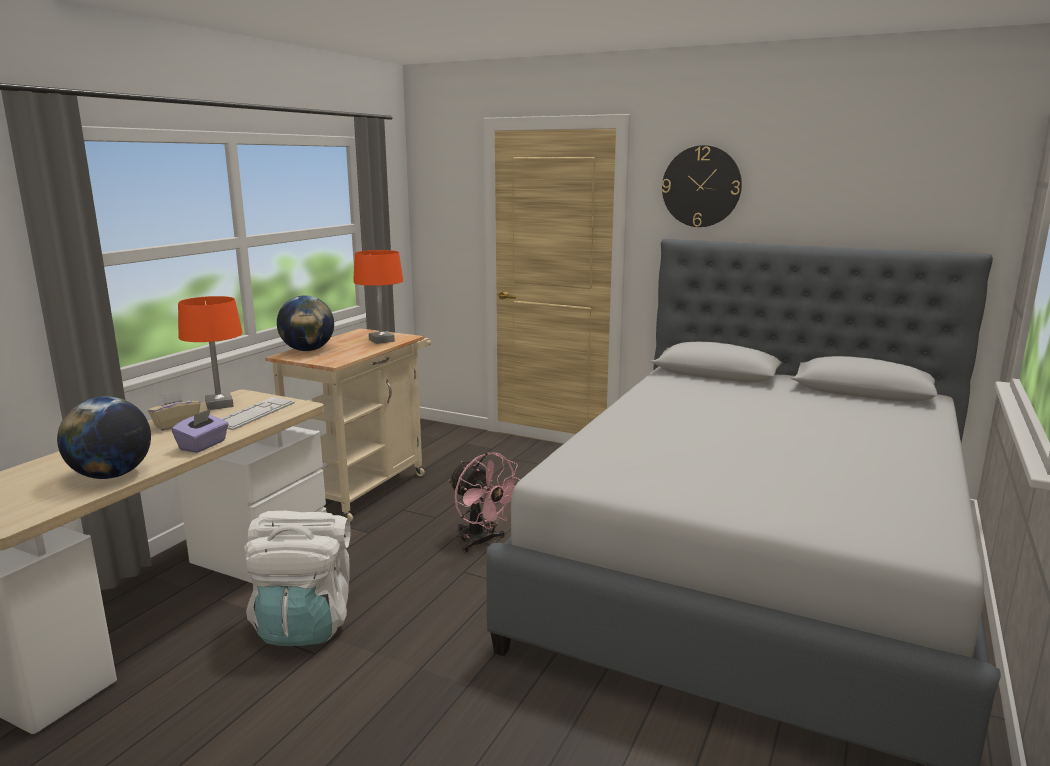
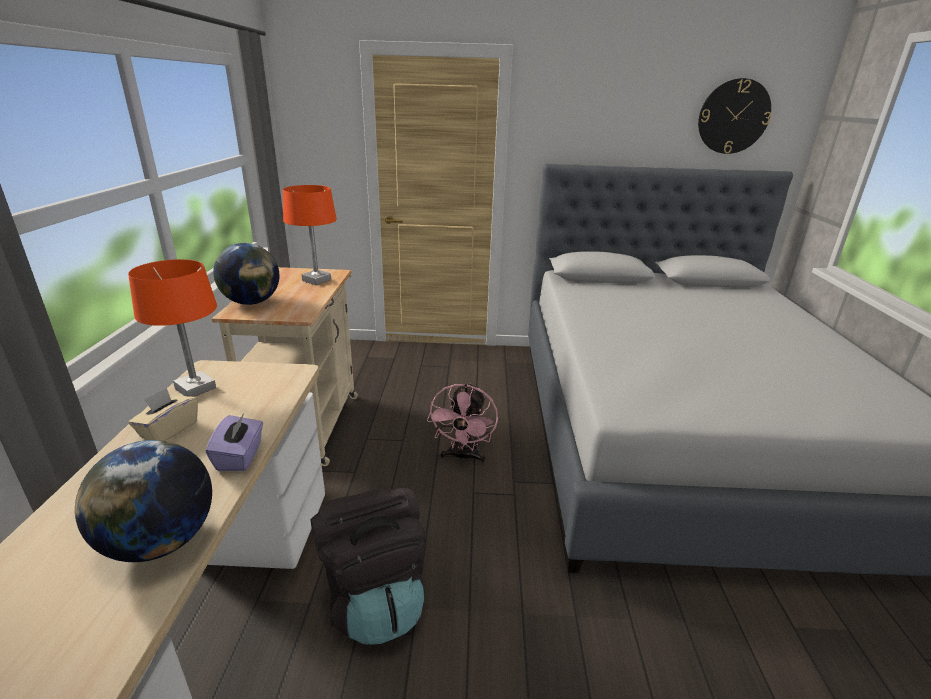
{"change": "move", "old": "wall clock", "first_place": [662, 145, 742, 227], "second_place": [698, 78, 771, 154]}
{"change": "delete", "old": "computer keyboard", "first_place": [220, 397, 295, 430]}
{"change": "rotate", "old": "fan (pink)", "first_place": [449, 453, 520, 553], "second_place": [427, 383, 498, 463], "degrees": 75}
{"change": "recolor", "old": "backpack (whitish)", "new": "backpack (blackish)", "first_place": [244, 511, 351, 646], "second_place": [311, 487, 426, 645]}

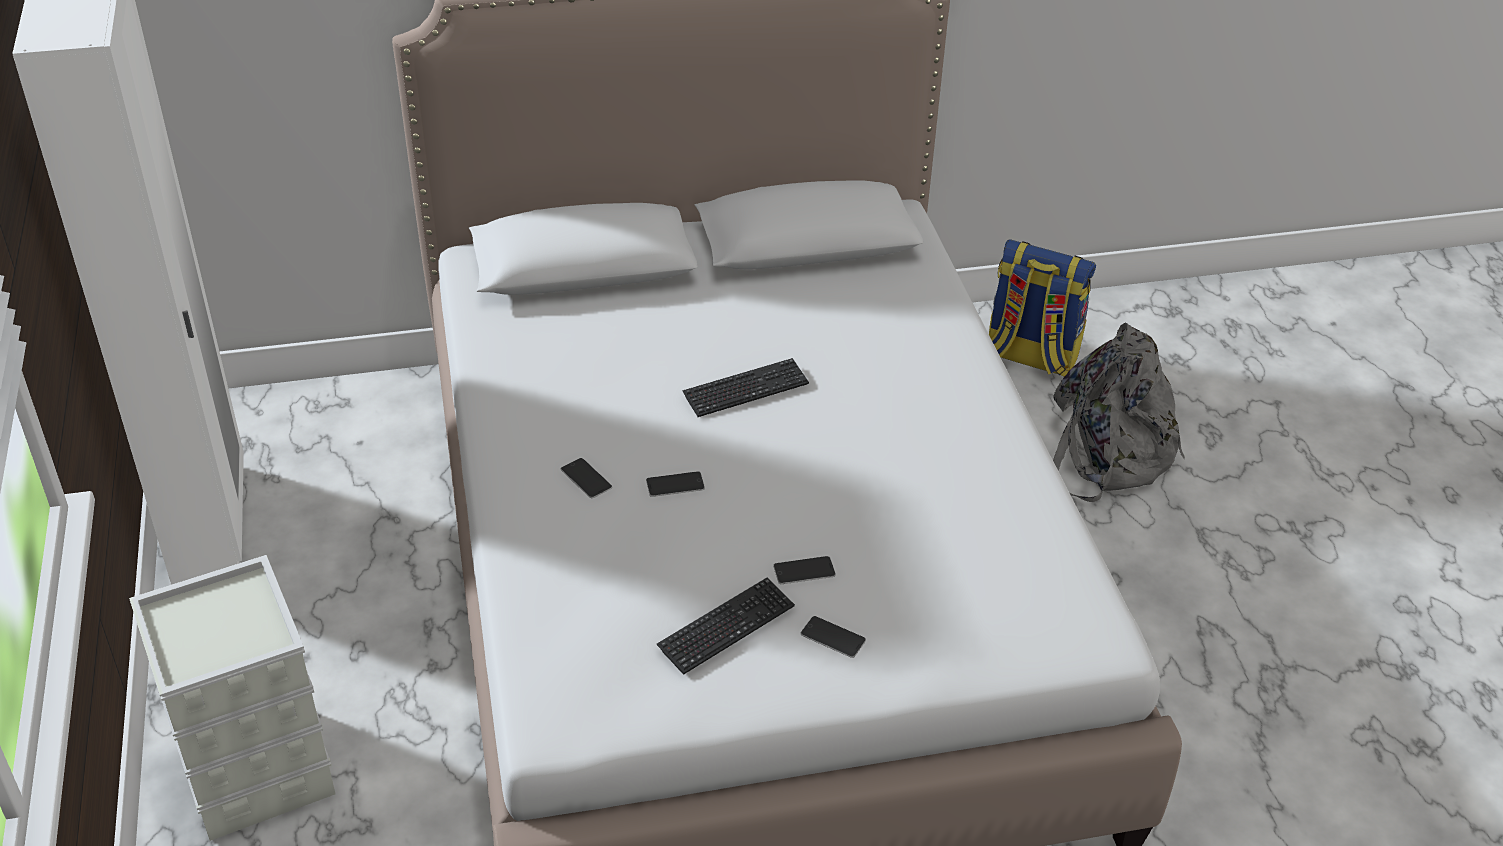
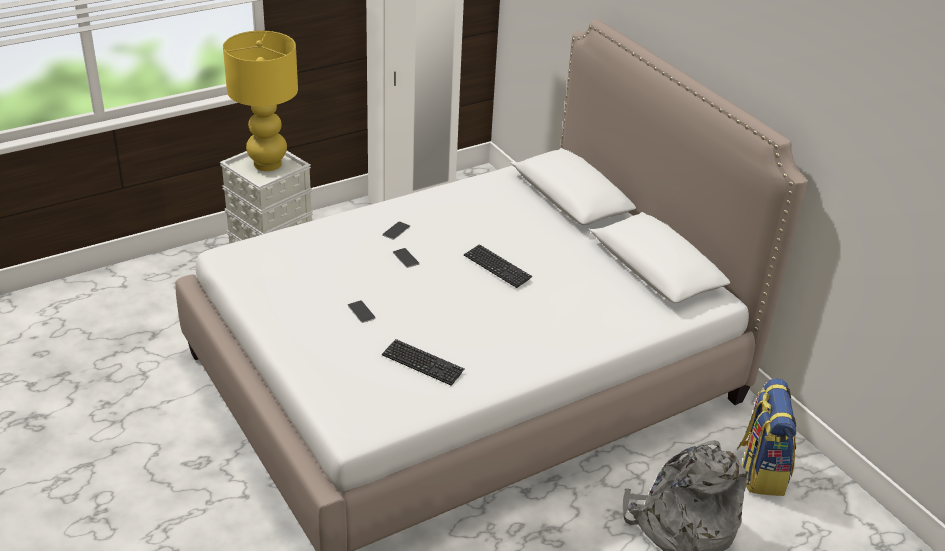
{"change": "move", "old": "computer keyboard", "first_place": [656, 578, 795, 675], "second_place": [382, 339, 464, 386]}
{"change": "delete", "old": "handset", "first_place": [800, 616, 866, 658]}
{"change": "insert", "new": "tabletop lamp (yellow-coloured)", "second_place": [223, 31, 298, 171]}

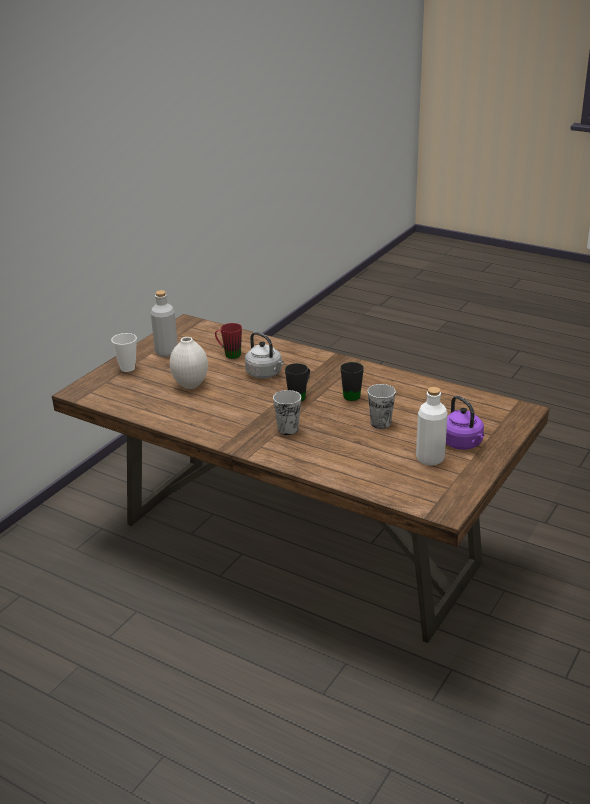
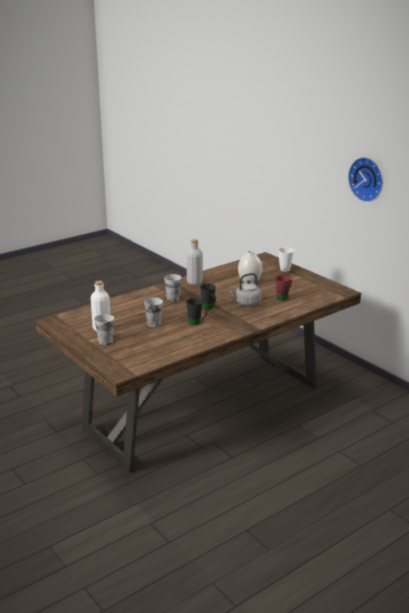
{"change": "move", "old": "beverage bottle (grey)", "first_place": [151, 290, 178, 357], "second_place": [187, 239, 203, 285]}
{"change": "replace", "old": "kettle (purple)", "new": "cup", "first_place": [446, 395, 484, 450], "second_place": [95, 314, 114, 345]}
{"change": "insert", "new": "wall clock", "second_place": [348, 157, 383, 202]}

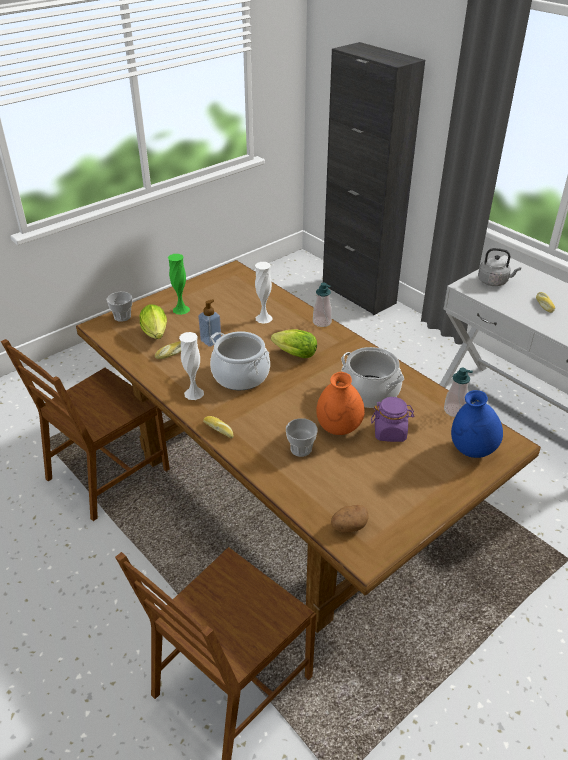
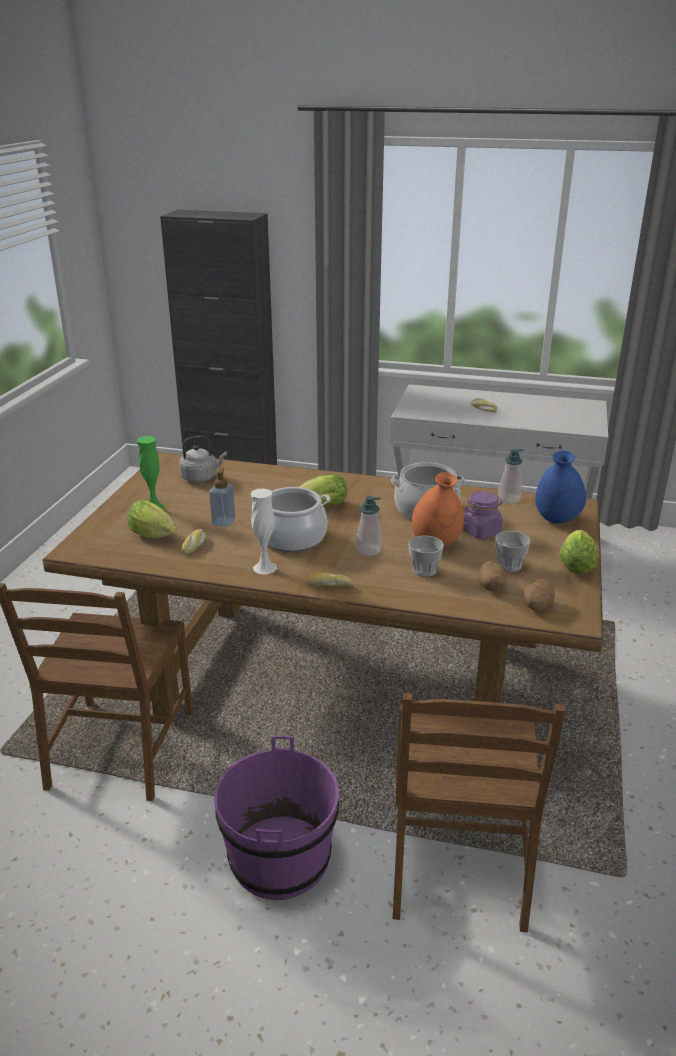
{"change": "move", "old": "kettle (grey)", "first_place": [478, 248, 521, 286], "second_place": [179, 436, 227, 483]}
{"change": "delete", "old": "decorative vase (whitish)", "first_place": [255, 262, 272, 324]}
{"change": "move", "old": "soap bottle", "first_place": [313, 283, 332, 327], "second_place": [356, 496, 382, 556]}
{"change": "move", "old": "cup", "first_place": [107, 292, 132, 322], "second_place": [495, 531, 531, 572]}
{"change": "insert", "new": "lettuce head", "second_place": [559, 530, 597, 574]}
{"change": "insert", "new": "whole potato", "second_place": [479, 561, 507, 591]}
{"change": "insert", "new": "water bucket (purple)", "second_place": [214, 735, 339, 900]}

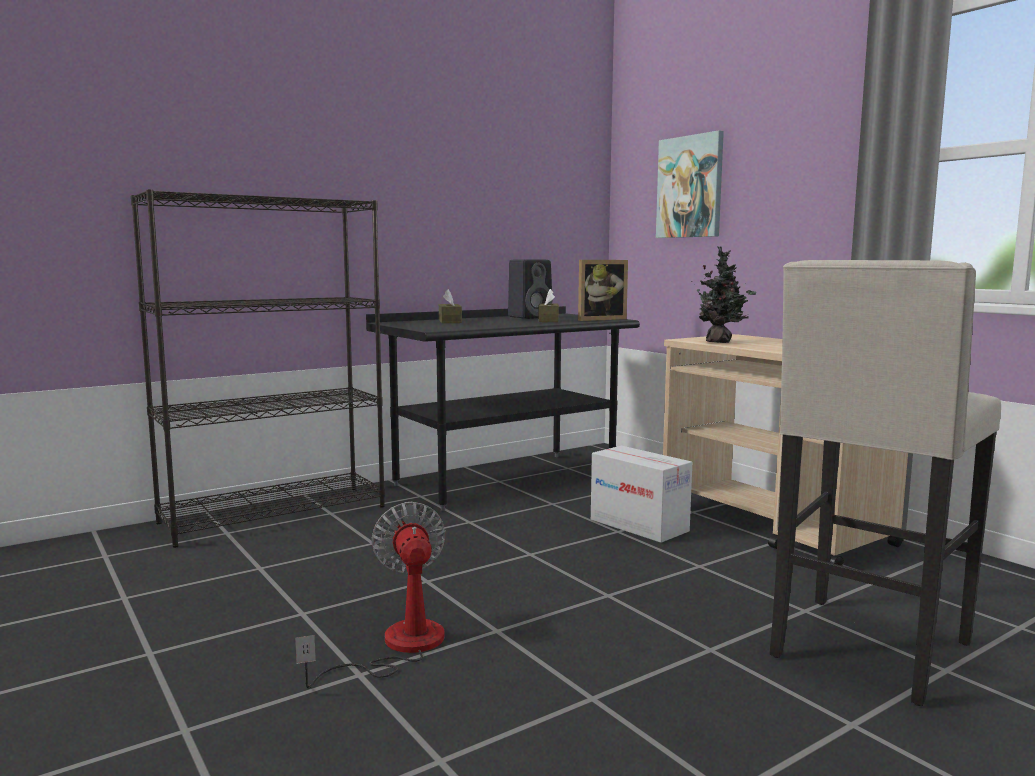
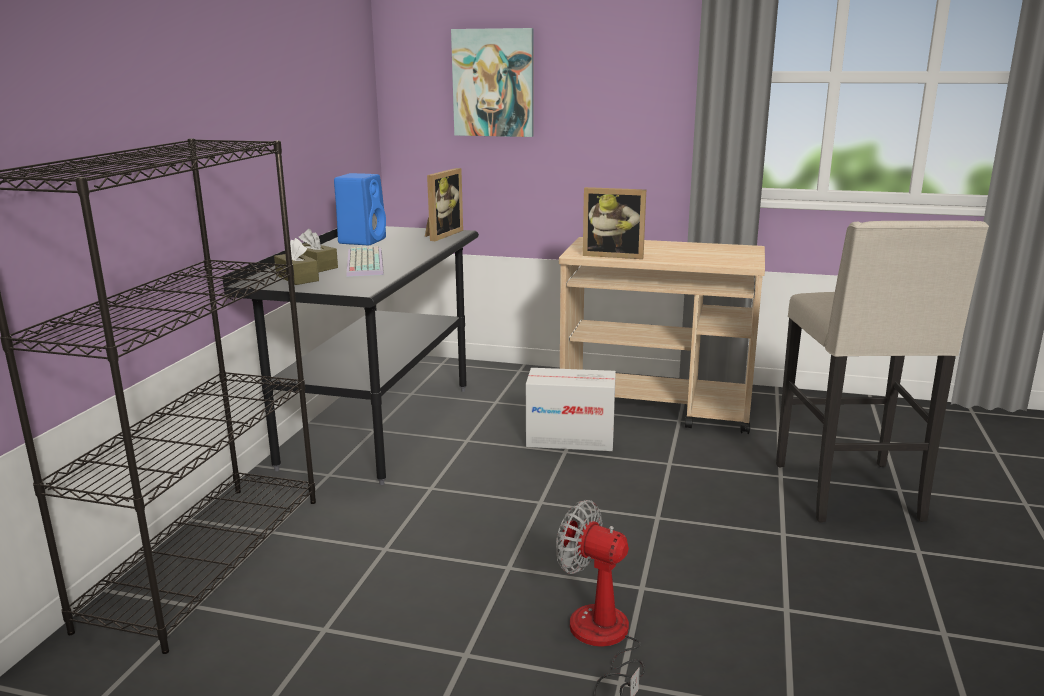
{"change": "replace", "old": "potted plant", "new": "photo frame", "first_place": [691, 246, 756, 343], "second_place": [583, 187, 646, 259]}
{"change": "recolor", "old": "loudspeaker (blackish)", "new": "loudspeaker (bluish)", "first_place": [508, 260, 552, 319], "second_place": [334, 173, 386, 245]}
{"change": "move", "old": "box of tissues (brown)", "first_place": [538, 289, 559, 322], "second_place": [274, 238, 319, 285]}
{"change": "insert", "new": "computer keyboard", "second_place": [346, 246, 384, 277]}

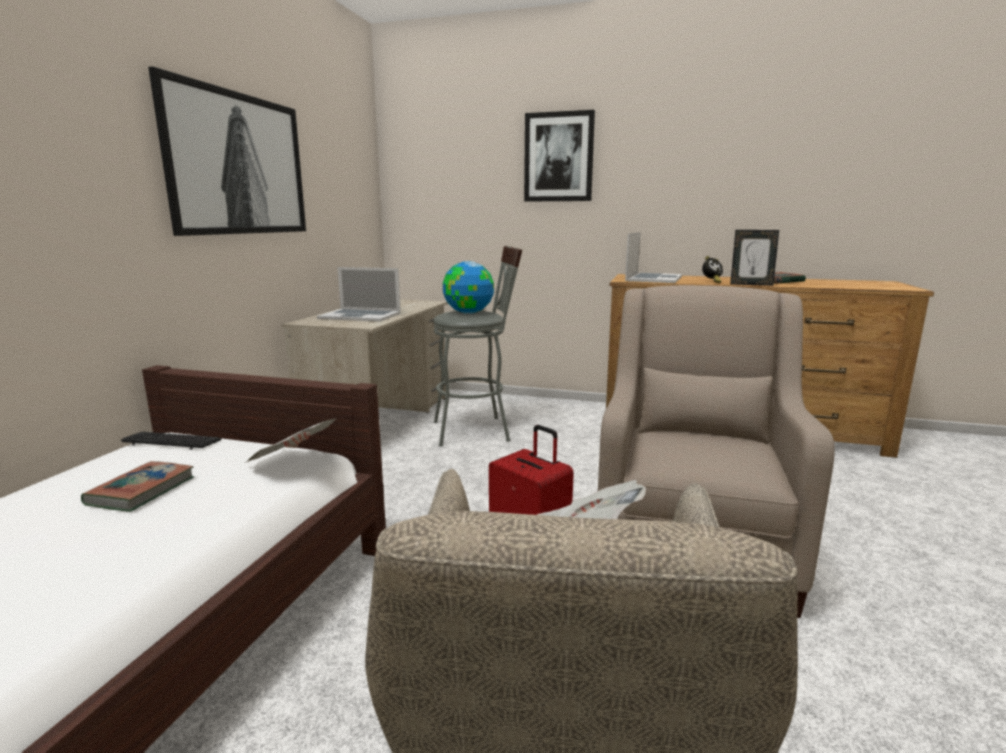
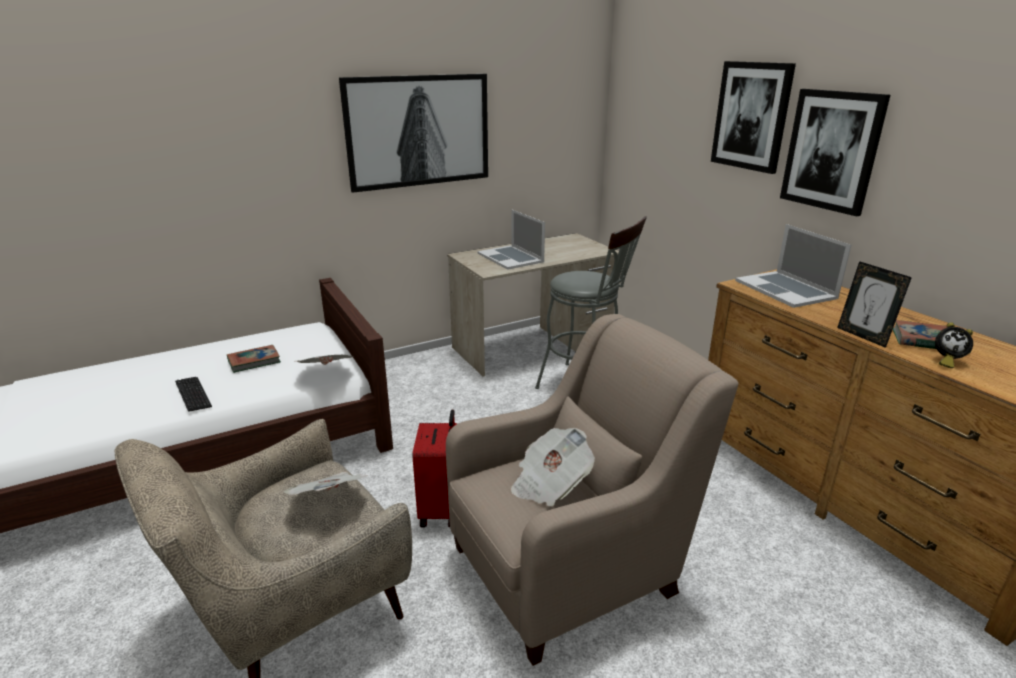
{"change": "rotate", "old": "notebook computer", "first_place": [625, 232, 682, 283], "second_place": [735, 224, 851, 308], "degrees": 90}
{"change": "move", "old": "table clock", "first_place": [702, 256, 723, 283], "second_place": [935, 322, 973, 368]}
{"change": "delete", "old": "desk globe", "first_place": [443, 261, 494, 314]}
{"change": "move", "old": "computer keyboard", "first_place": [121, 432, 221, 450], "second_place": [175, 377, 212, 412]}
{"change": "insert", "new": "picture", "second_place": [780, 89, 890, 216]}
{"change": "insert", "new": "daily paper", "second_place": [511, 428, 595, 506]}

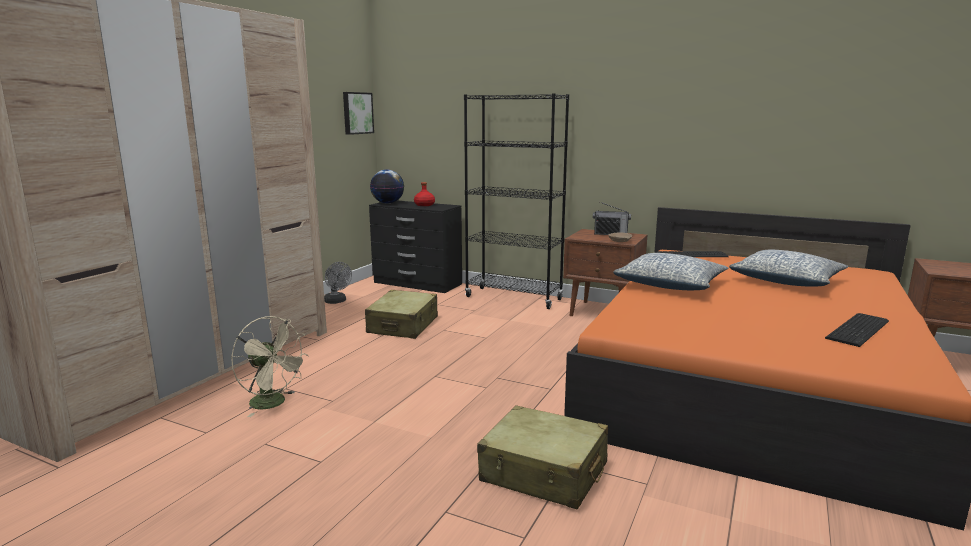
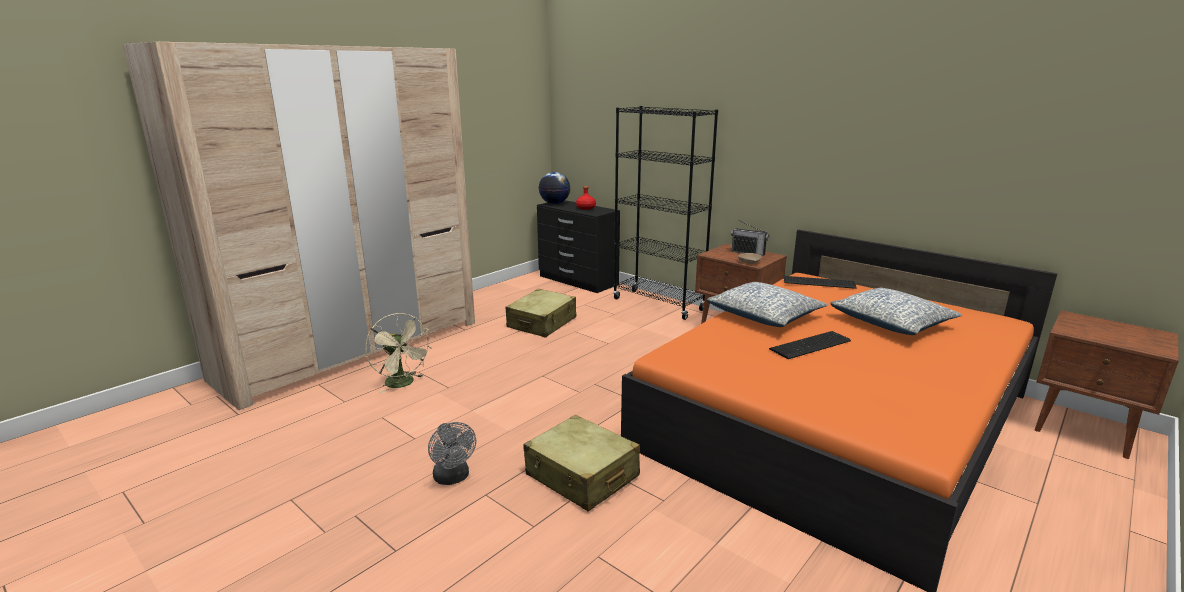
{"change": "delete", "old": "picture", "first_place": [343, 92, 374, 135]}
{"change": "move", "old": "fan (grey)", "first_place": [324, 262, 352, 304], "second_place": [428, 422, 476, 485]}
{"change": "move", "old": "computer keyboard", "first_place": [825, 313, 889, 347], "second_place": [769, 331, 851, 359]}

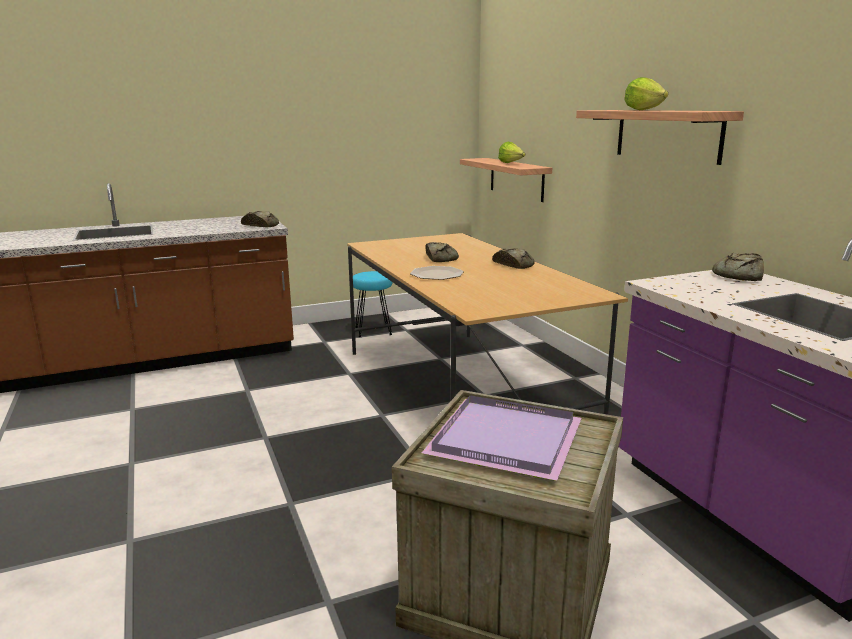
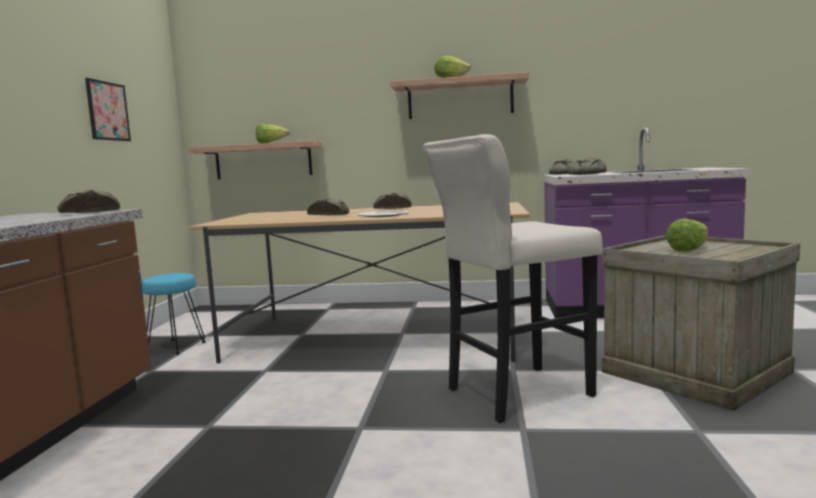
{"change": "replace", "old": "serving tray (purple)", "new": "lettuce head", "first_place": [422, 395, 582, 481], "second_place": [666, 218, 708, 252]}
{"change": "insert", "new": "picture", "second_place": [85, 78, 131, 141]}
{"change": "insert", "new": "stool seat (beige)", "second_place": [423, 134, 603, 423]}
{"change": "insert", "new": "bread", "second_place": [568, 158, 607, 175]}

